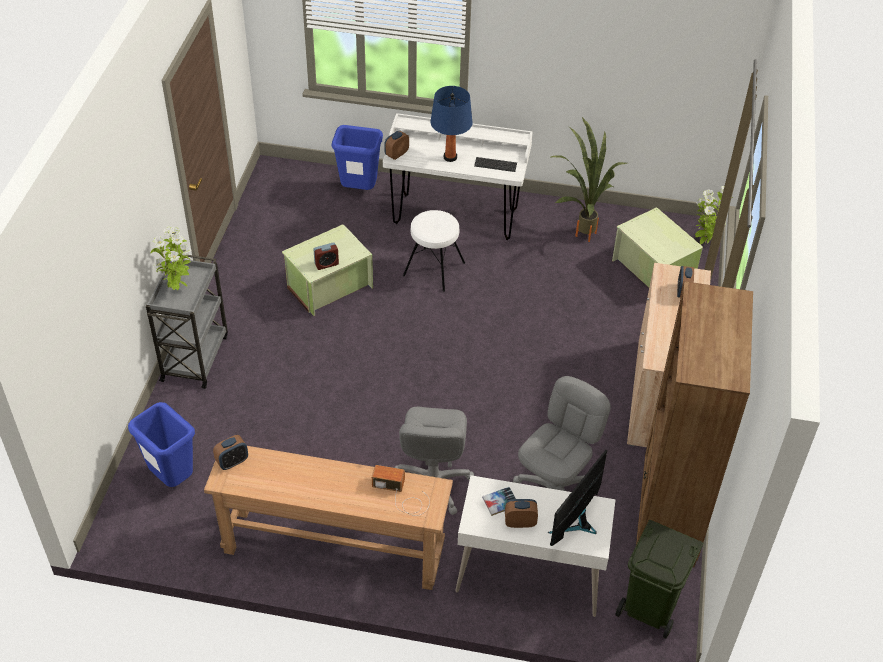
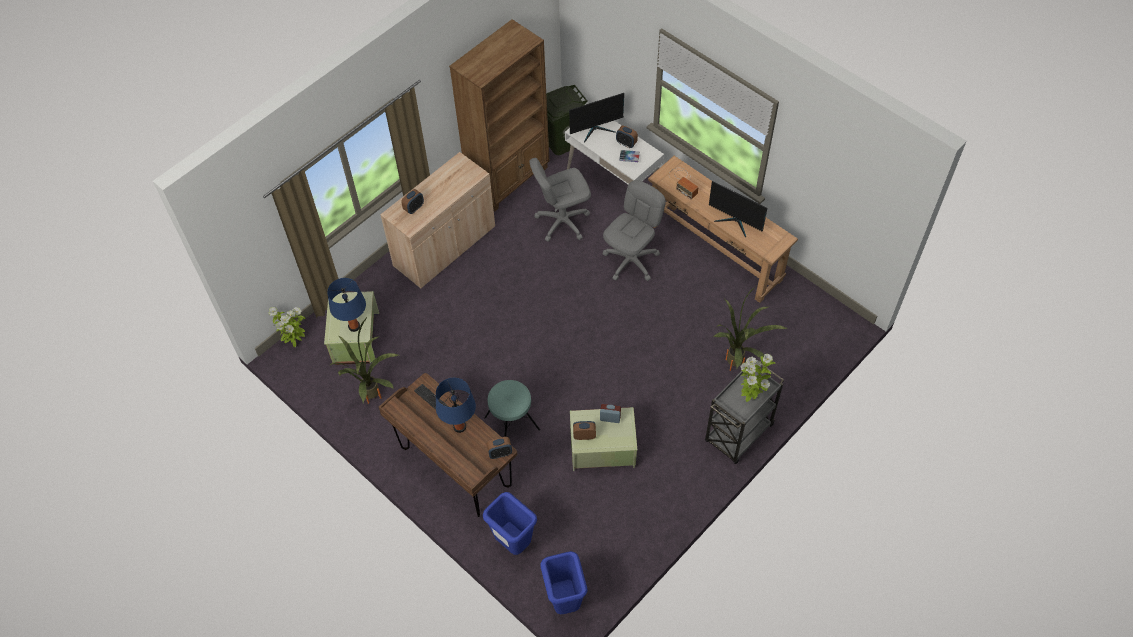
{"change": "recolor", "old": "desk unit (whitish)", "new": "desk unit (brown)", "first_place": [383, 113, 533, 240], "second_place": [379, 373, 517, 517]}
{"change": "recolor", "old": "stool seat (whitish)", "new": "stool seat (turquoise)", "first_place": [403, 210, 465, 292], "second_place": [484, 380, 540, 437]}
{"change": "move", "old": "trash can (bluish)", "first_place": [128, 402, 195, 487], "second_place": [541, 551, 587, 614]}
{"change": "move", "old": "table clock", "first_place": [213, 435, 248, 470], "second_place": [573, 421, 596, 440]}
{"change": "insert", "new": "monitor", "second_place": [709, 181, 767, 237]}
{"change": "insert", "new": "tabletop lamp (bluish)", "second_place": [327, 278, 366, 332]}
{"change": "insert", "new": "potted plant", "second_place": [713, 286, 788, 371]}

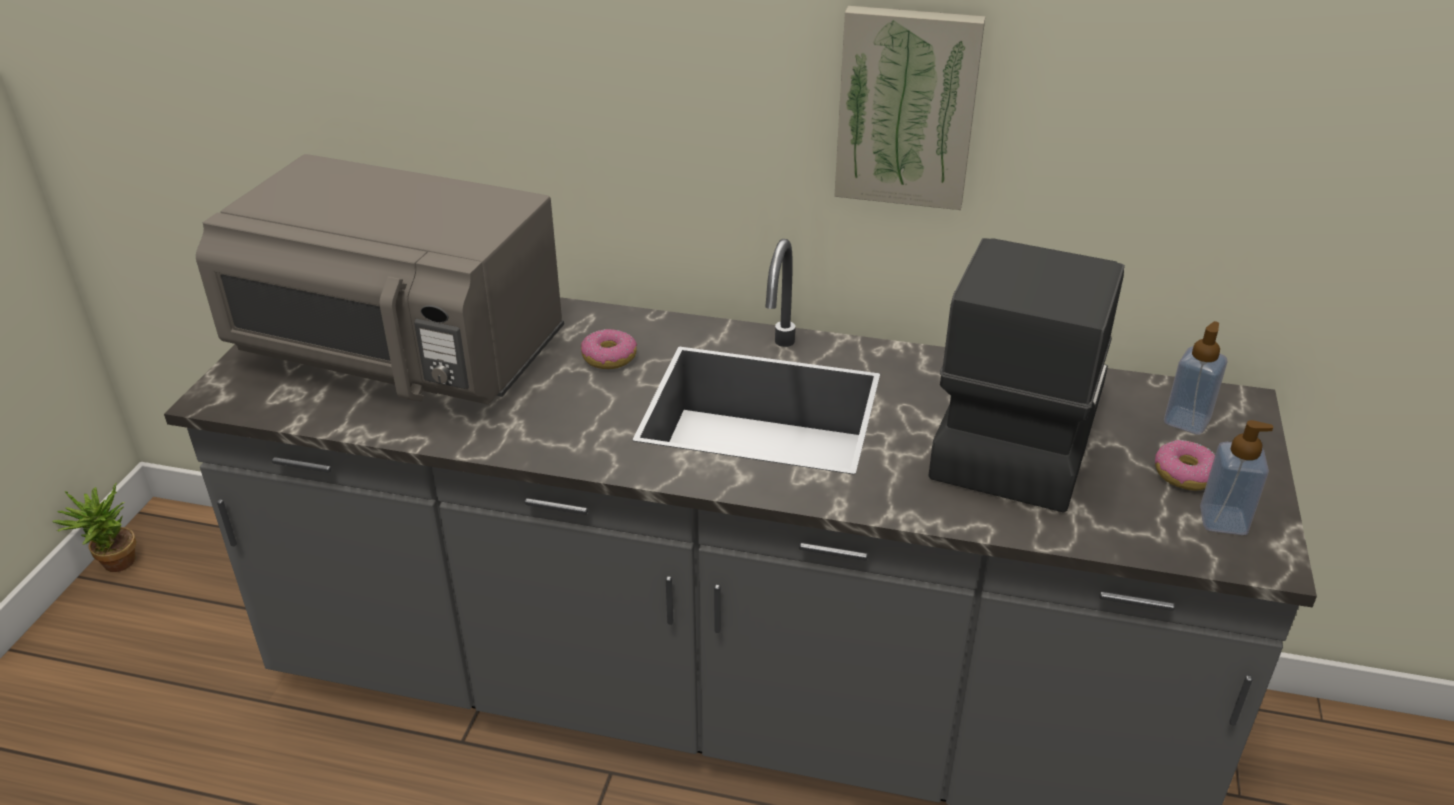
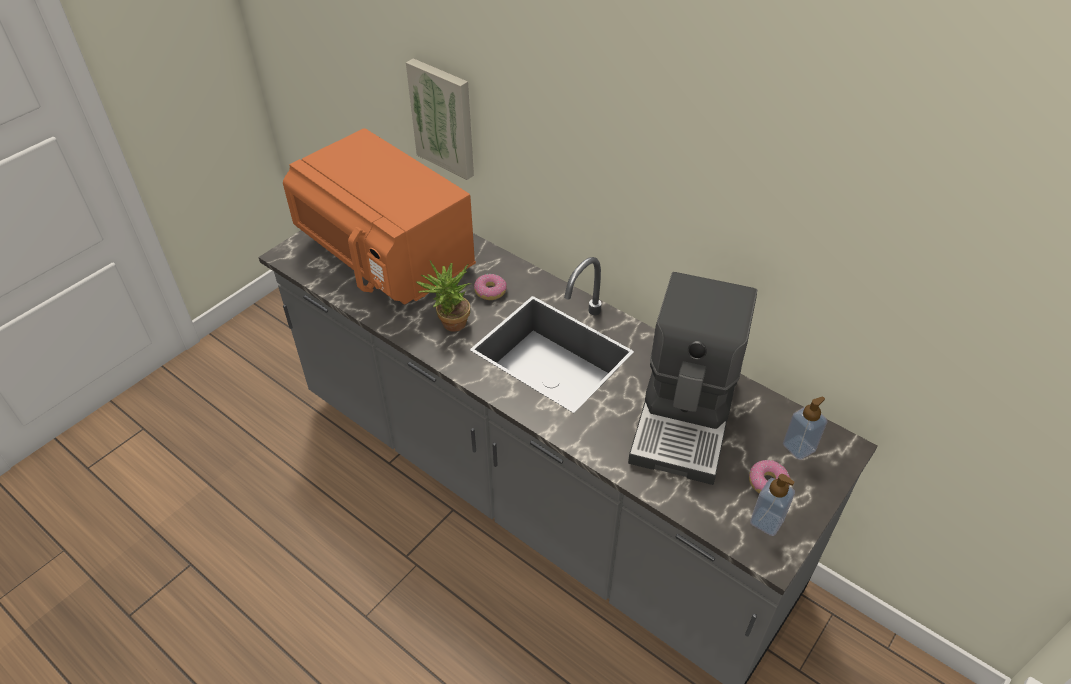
{"change": "move", "old": "picture", "first_place": [834, 6, 986, 210], "second_place": [406, 58, 474, 180]}
{"change": "recolor", "old": "microwave oven (grey)", "new": "microwave oven (orange)", "first_place": [196, 154, 564, 405], "second_place": [283, 128, 476, 305]}
{"change": "rotate", "old": "coffee machine", "first_place": [928, 238, 1125, 513], "second_place": [628, 272, 757, 485], "degrees": 150}
{"change": "move", "old": "potted plant", "first_place": [52, 482, 136, 572], "second_place": [416, 261, 471, 332]}

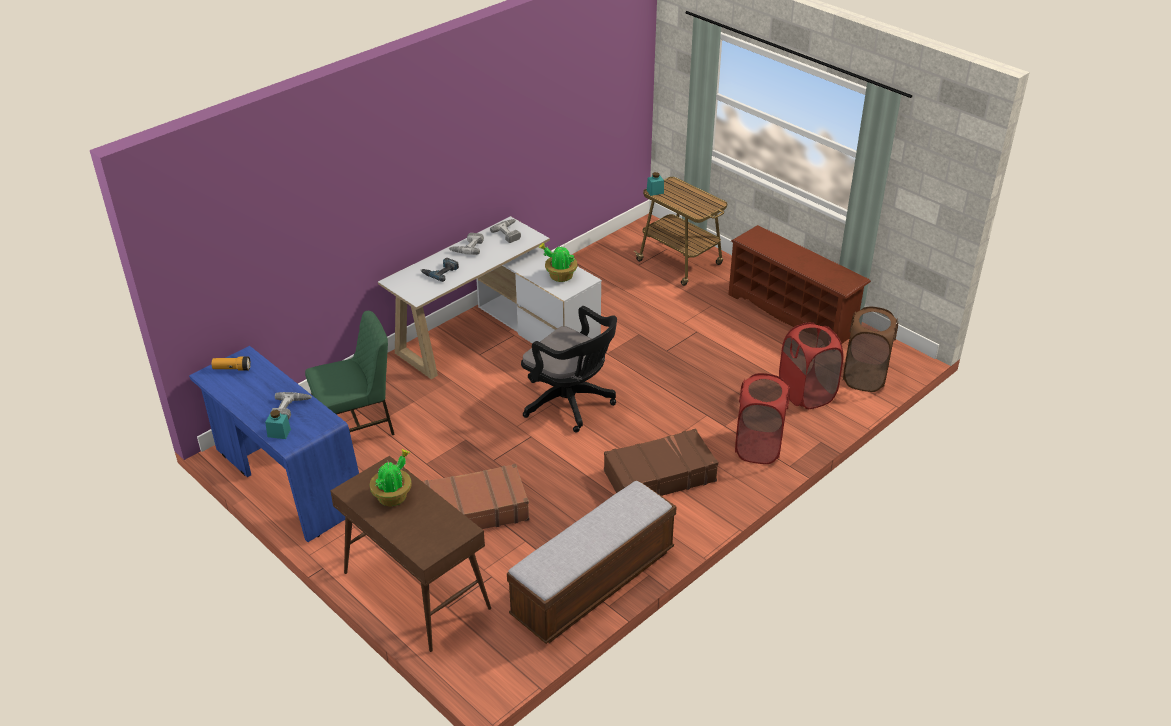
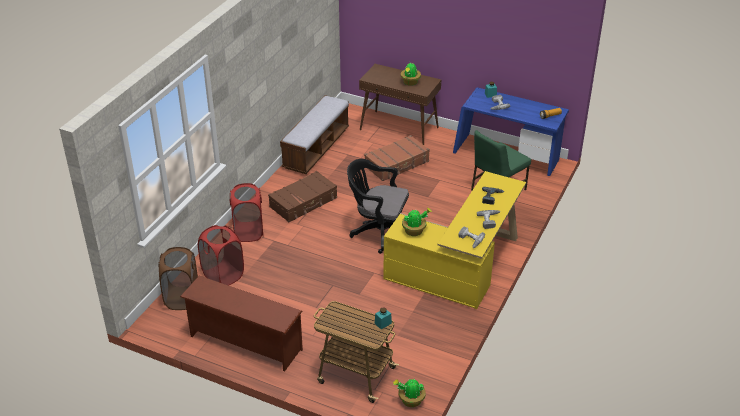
{"change": "recolor", "old": "desk unit (whitish)", "new": "desk unit (yellow-coloured)", "first_place": [378, 216, 602, 379], "second_place": [383, 171, 526, 309]}
{"change": "insert", "new": "potted plant", "second_place": [393, 379, 426, 407]}

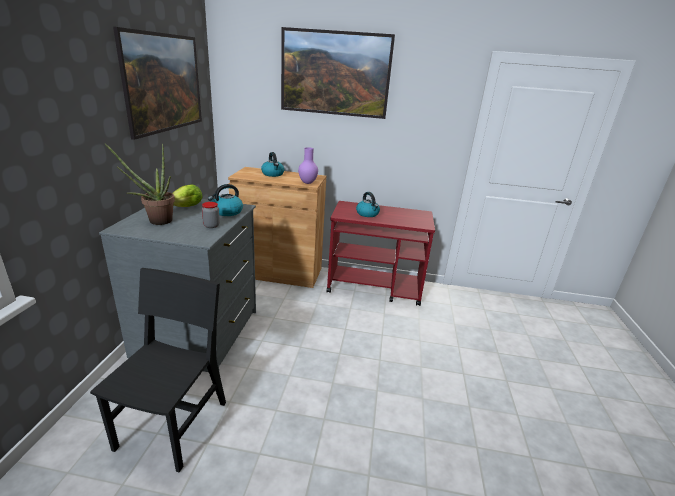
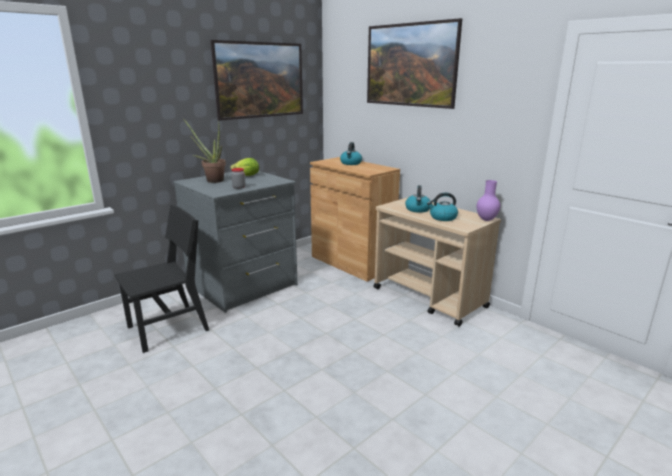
{"change": "move", "old": "decorative vase (purple)", "first_place": [298, 147, 318, 184], "second_place": [477, 180, 500, 221]}
{"change": "move", "old": "kettle", "first_place": [208, 184, 243, 216], "second_place": [427, 192, 458, 221]}
{"change": "recolor", "old": "trolley (reddish)", "new": "trolley (beige)", "first_place": [326, 201, 435, 306], "second_place": [373, 197, 501, 327]}

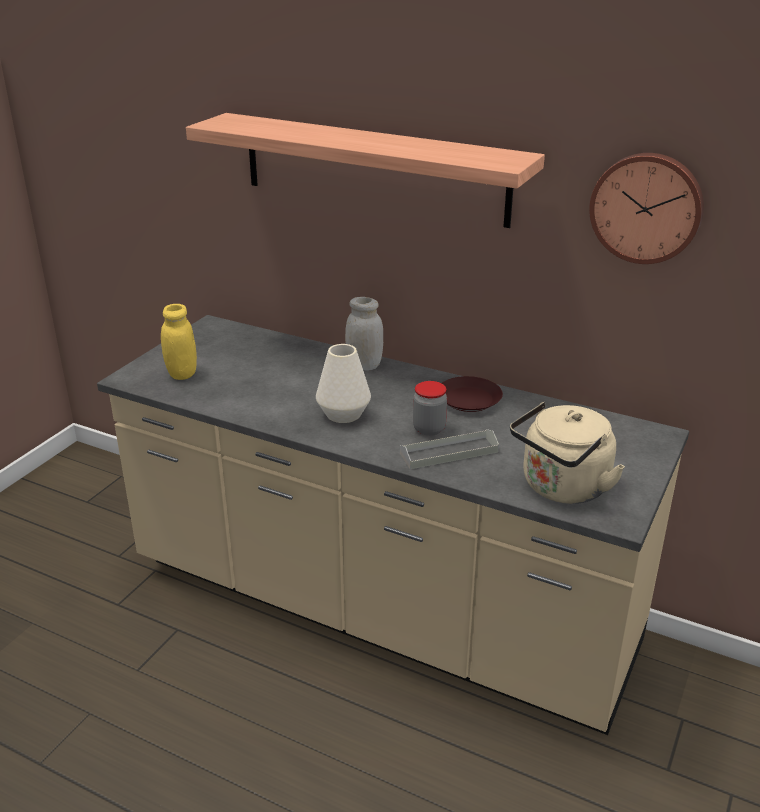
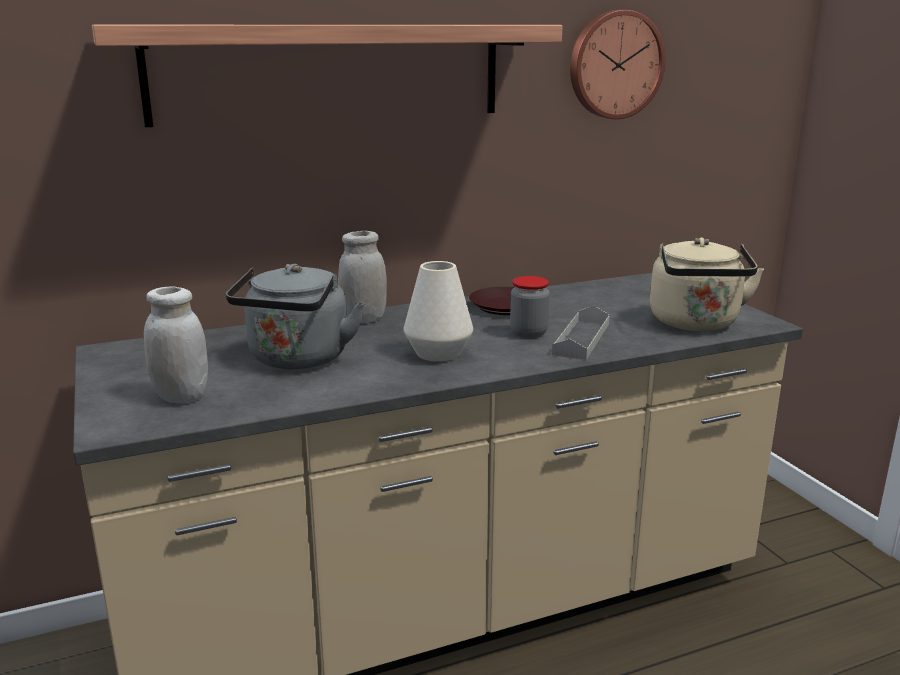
{"change": "recolor", "old": "preserve jar (yellow-coloured)", "new": "preserve jar (whitish)", "first_place": [161, 304, 197, 380], "second_place": [144, 286, 208, 403]}
{"change": "insert", "new": "kettle (grey)", "second_place": [226, 264, 365, 369]}

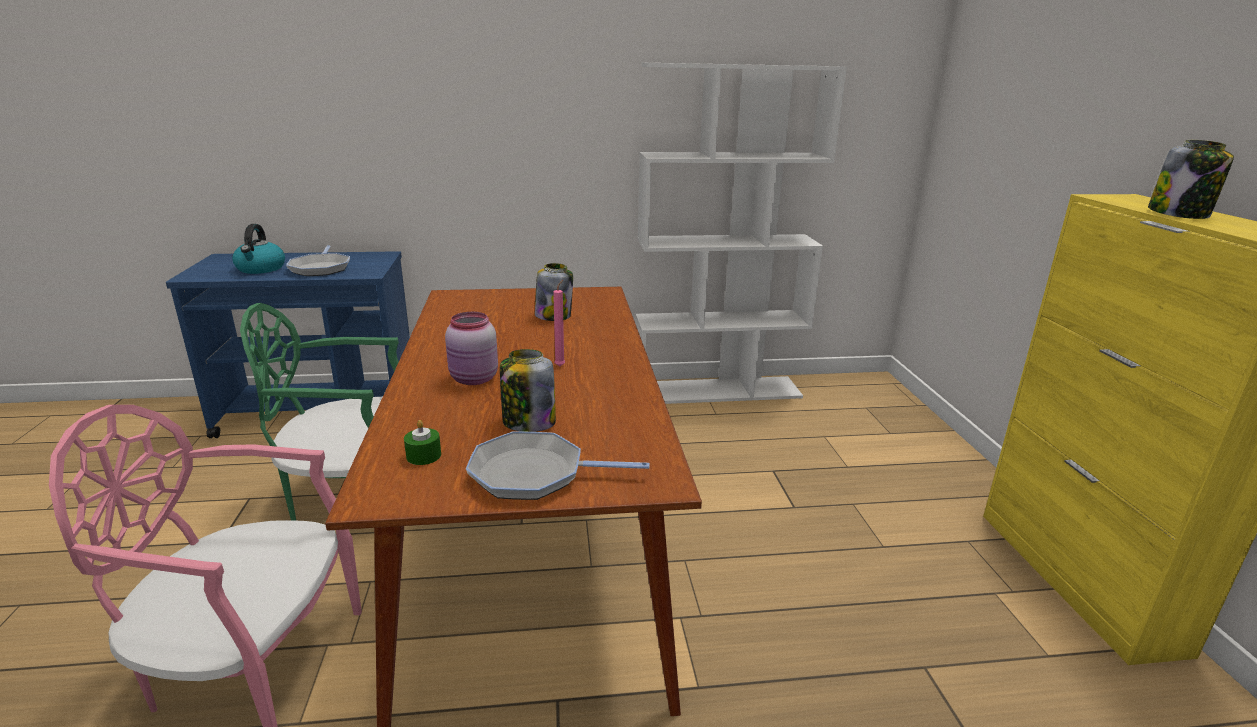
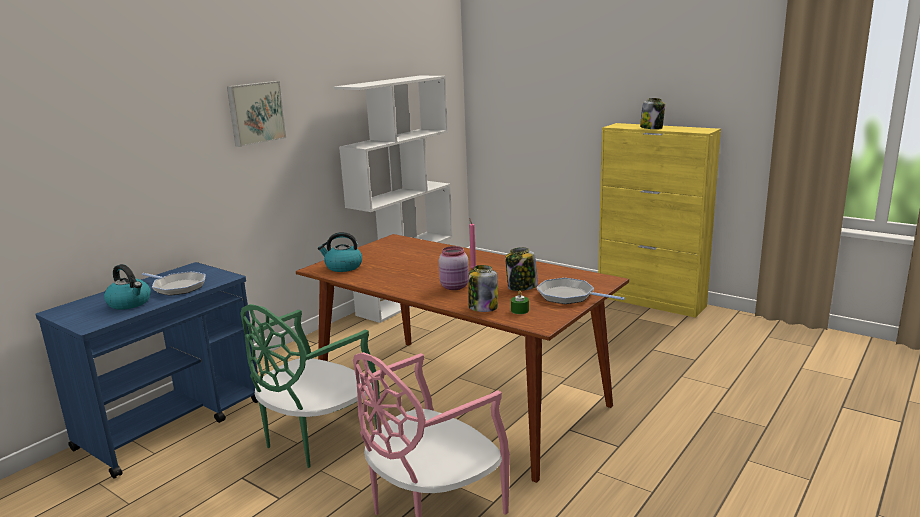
{"change": "move", "old": "preserve jar", "first_place": [535, 263, 573, 321], "second_place": [468, 265, 498, 312]}
{"change": "rotate", "old": "pan", "first_place": [466, 431, 649, 500], "second_place": [537, 278, 625, 304], "degrees": 75}
{"change": "insert", "new": "picture", "second_place": [227, 81, 286, 147]}
{"change": "insert", "new": "kettle", "second_place": [318, 232, 362, 272]}

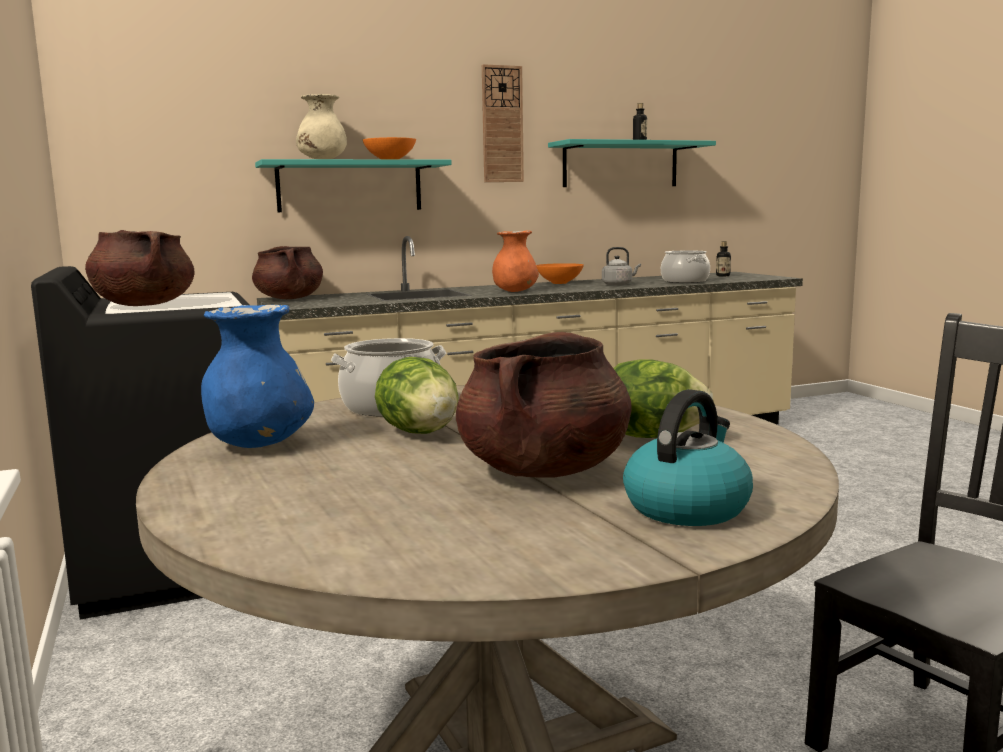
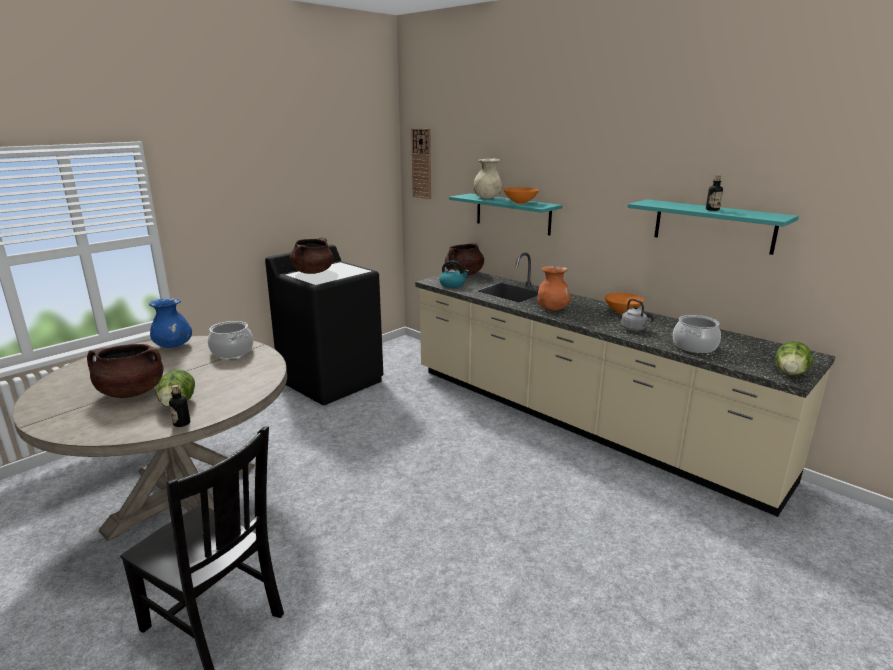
{"change": "move", "old": "wall clock", "first_place": [482, 64, 524, 182], "second_place": [411, 128, 431, 199]}
{"change": "move", "old": "beverage bottle", "first_place": [716, 241, 731, 276], "second_place": [169, 385, 190, 427]}
{"change": "move", "old": "lettuce head", "first_place": [375, 357, 459, 434], "second_place": [775, 342, 813, 375]}
{"change": "move", "old": "kettle", "first_place": [623, 389, 753, 526], "second_place": [439, 260, 469, 288]}

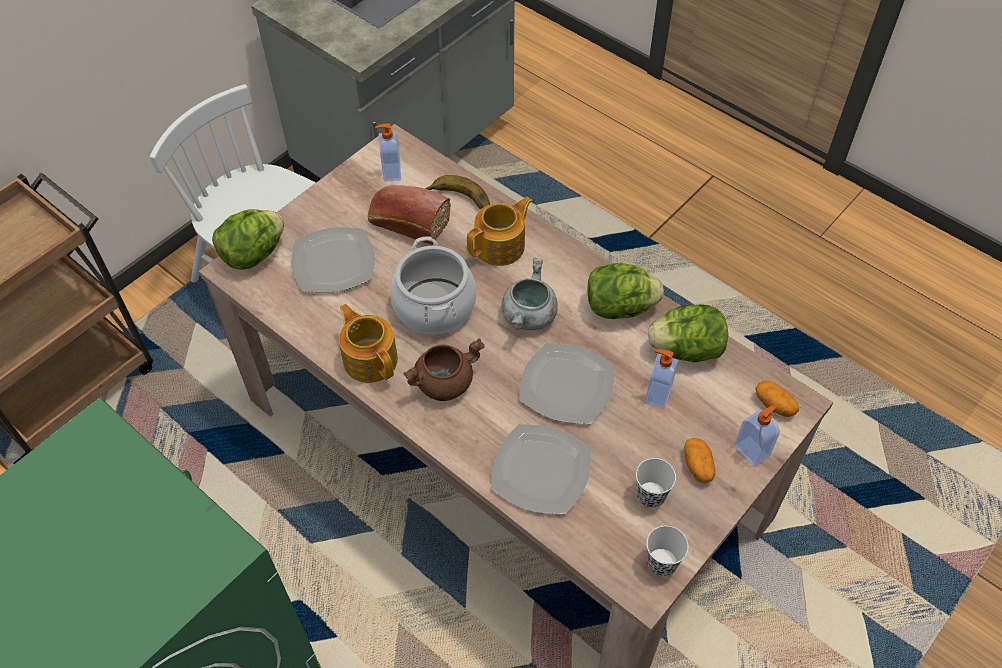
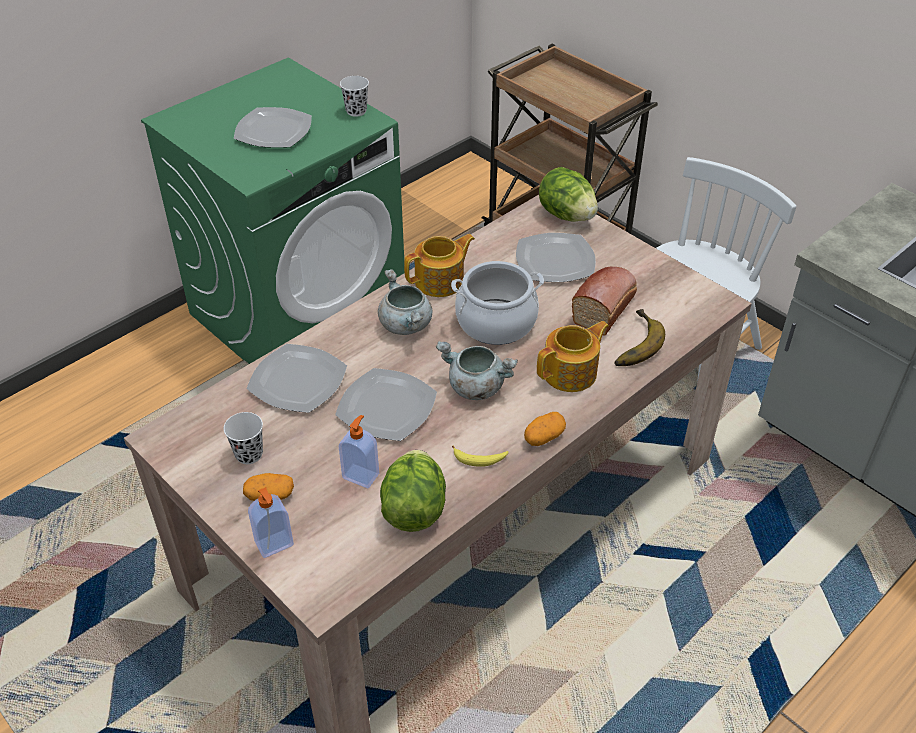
{"change": "delete", "old": "soap bottle", "first_place": [375, 124, 401, 182]}
{"change": "rotate", "old": "tea pot", "first_place": [467, 197, 532, 266], "second_place": [537, 321, 609, 392], "degrees": -90}
{"change": "replace", "old": "lettuce head", "new": "banana", "first_place": [587, 263, 664, 319], "second_place": [452, 446, 508, 467]}
{"change": "recolor", "old": "saucepot (brown)", "new": "saucepot (grey)", "first_place": [404, 338, 485, 401], "second_place": [378, 269, 432, 335]}
{"change": "move", "old": "whole potato", "first_place": [756, 381, 799, 417], "second_place": [524, 412, 566, 446]}
{"change": "move", "old": "cup (whitish)", "first_place": [647, 526, 689, 576], "second_place": [340, 76, 369, 117]}
{"change": "insert", "new": "dinner plate", "second_place": [234, 107, 312, 148]}

